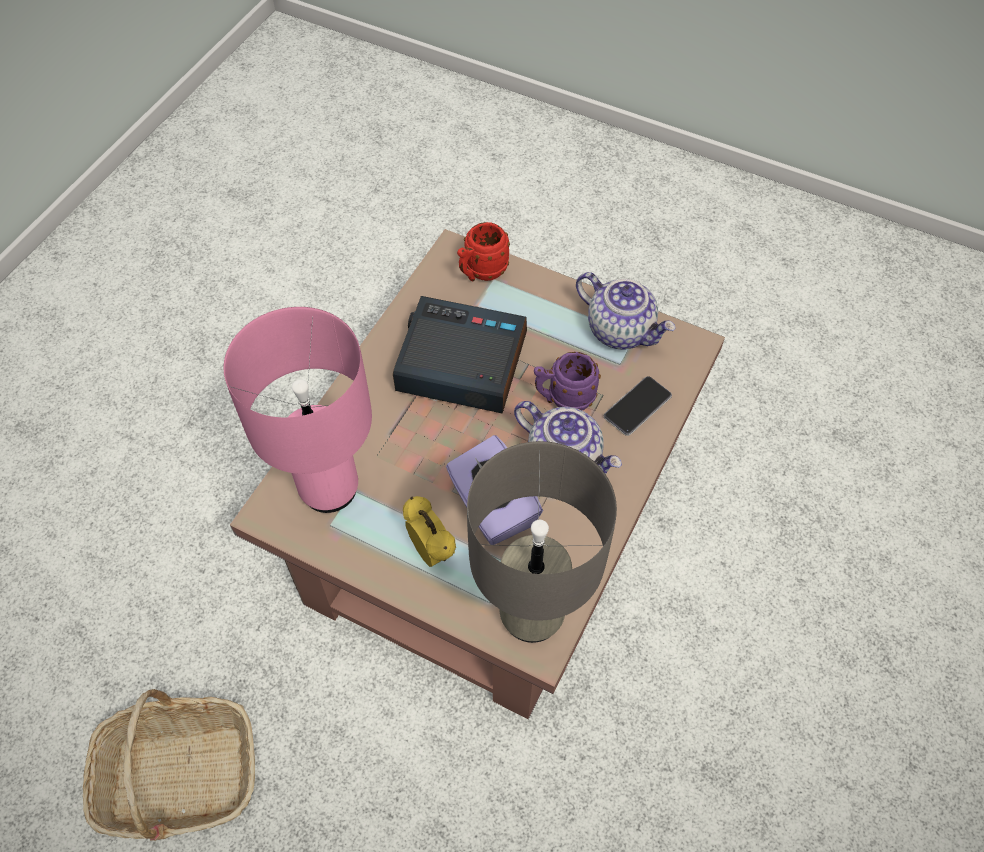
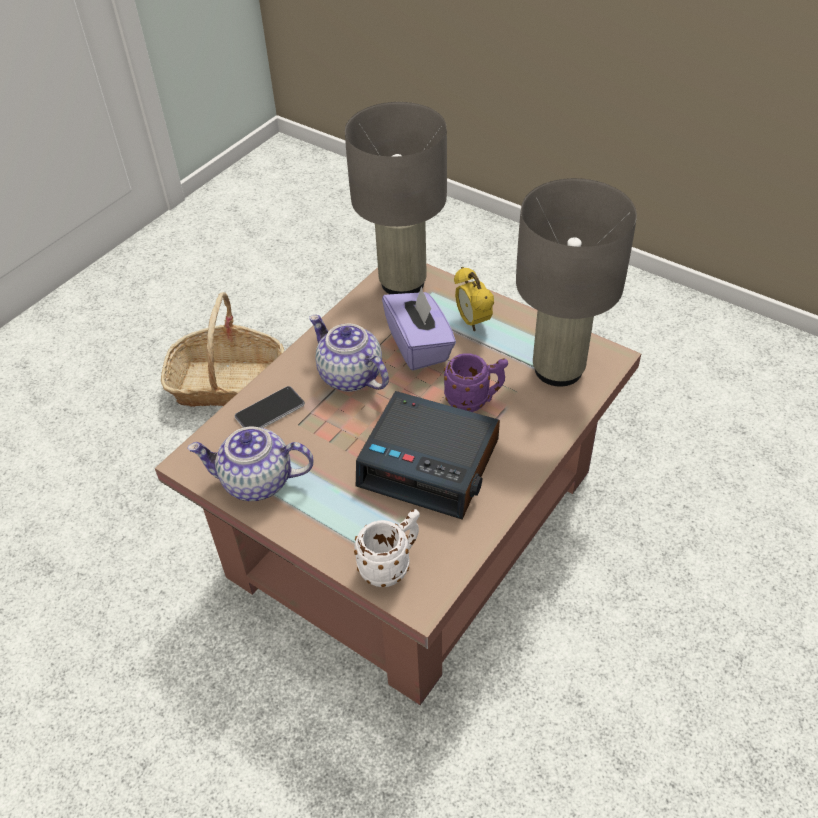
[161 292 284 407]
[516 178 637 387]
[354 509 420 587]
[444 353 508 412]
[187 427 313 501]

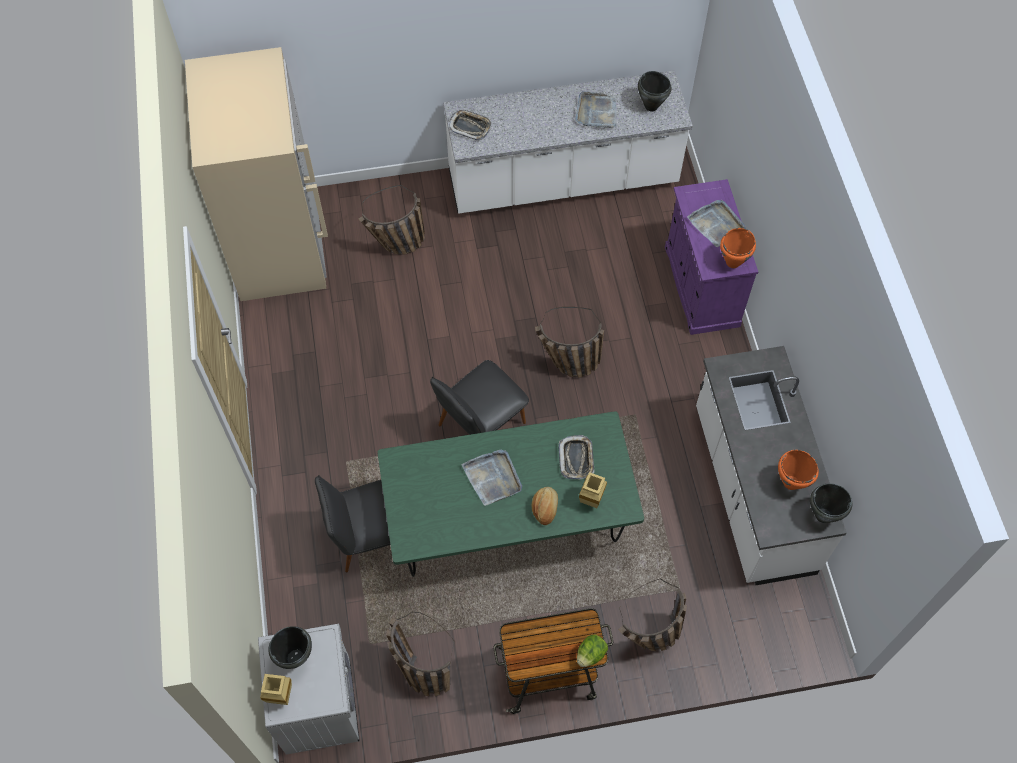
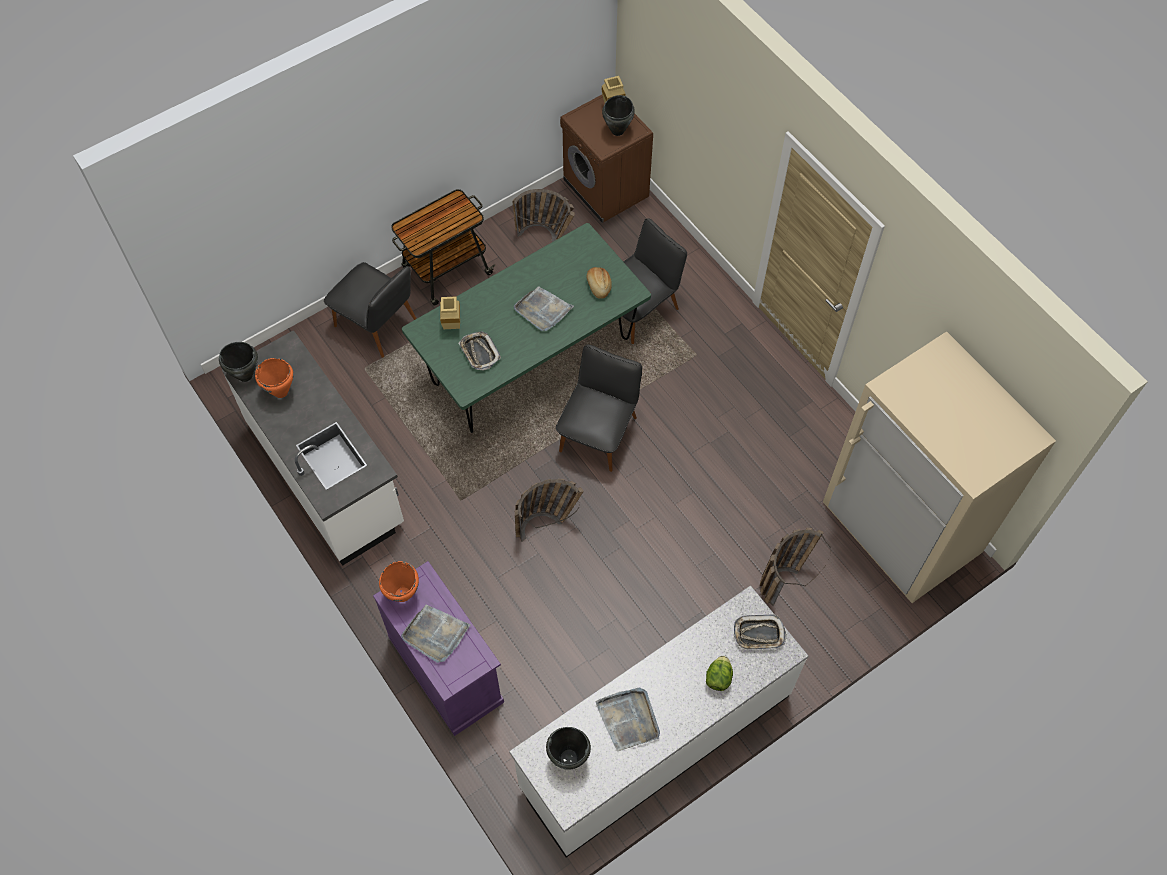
[560 95 653 223]
[586 267 612 299]
[706 656 733 691]
[324 262 417 358]

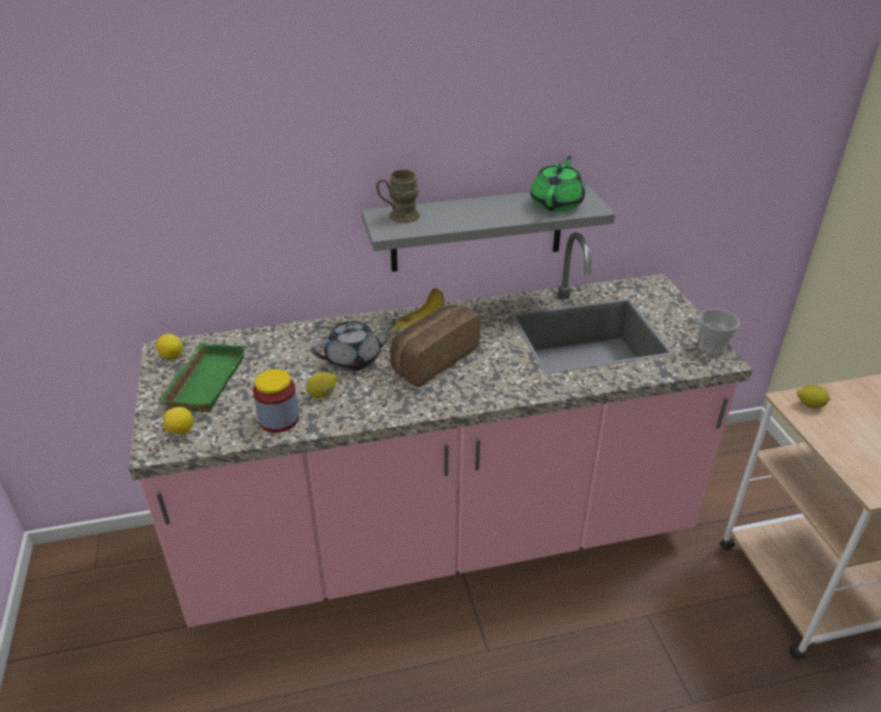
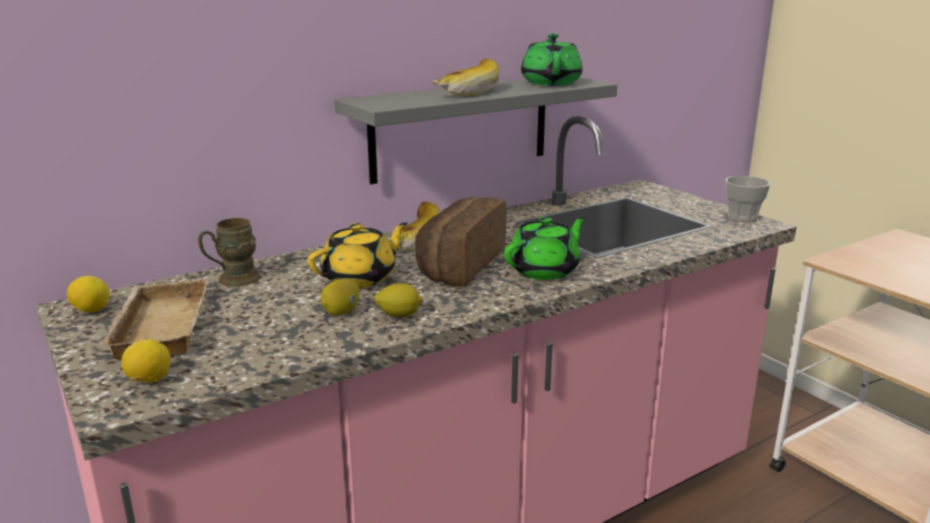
[101 279 208 360]
[253 369 299 433] (first image)
[308 222 408 288]
[198 218 261 287]
[375 283 422 318]
[432 59 499 96]
[504 216 586 280]

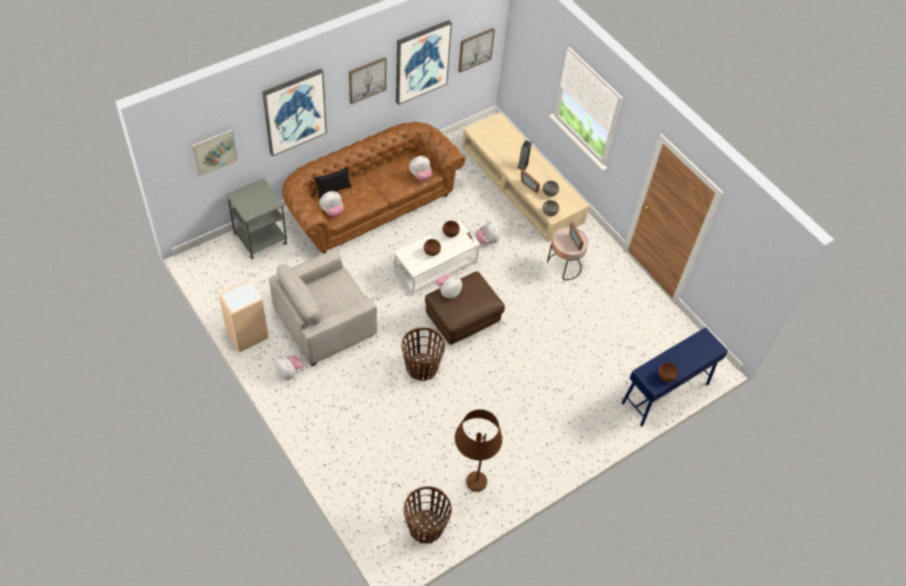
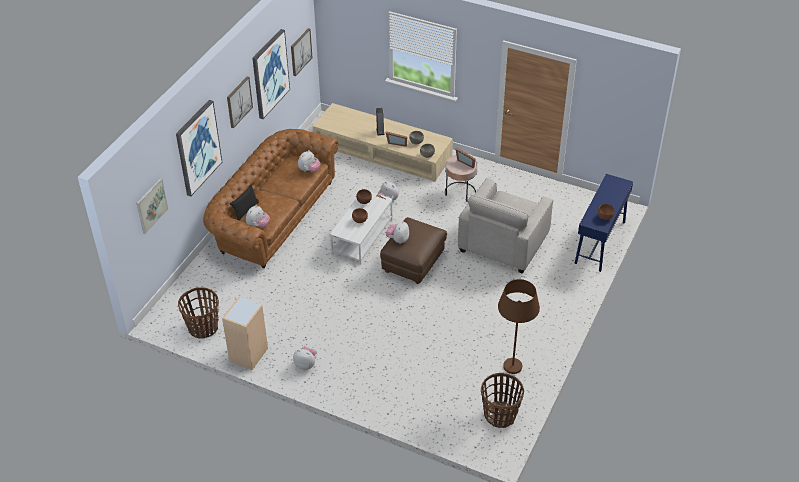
[226 178 287 259] (first image)
[458 178 553 274]
[178 287 219 339]

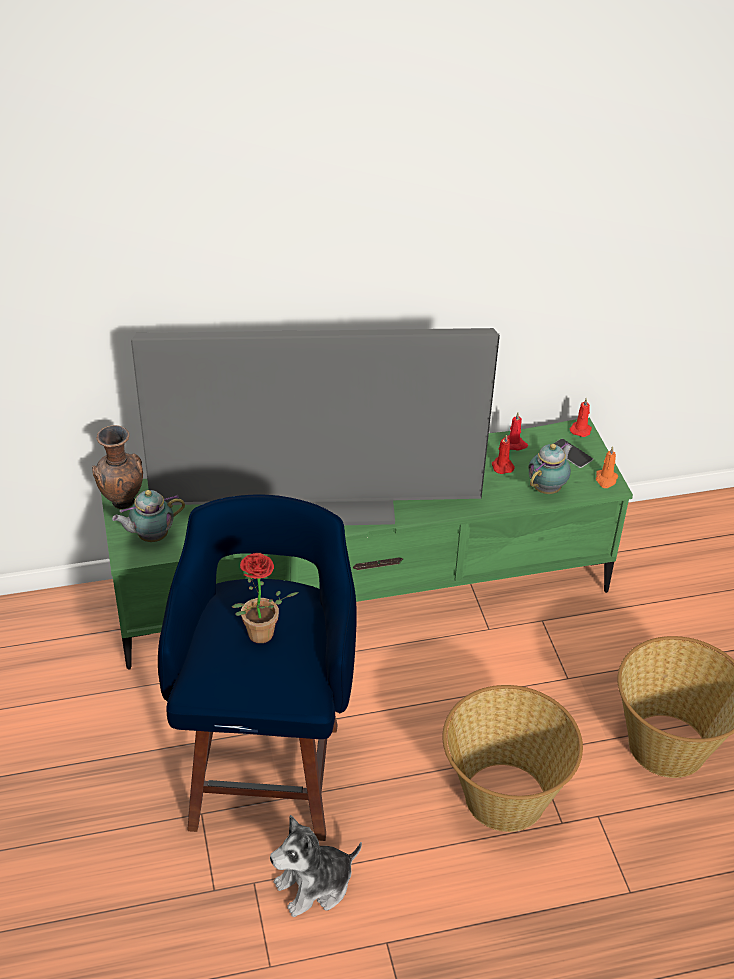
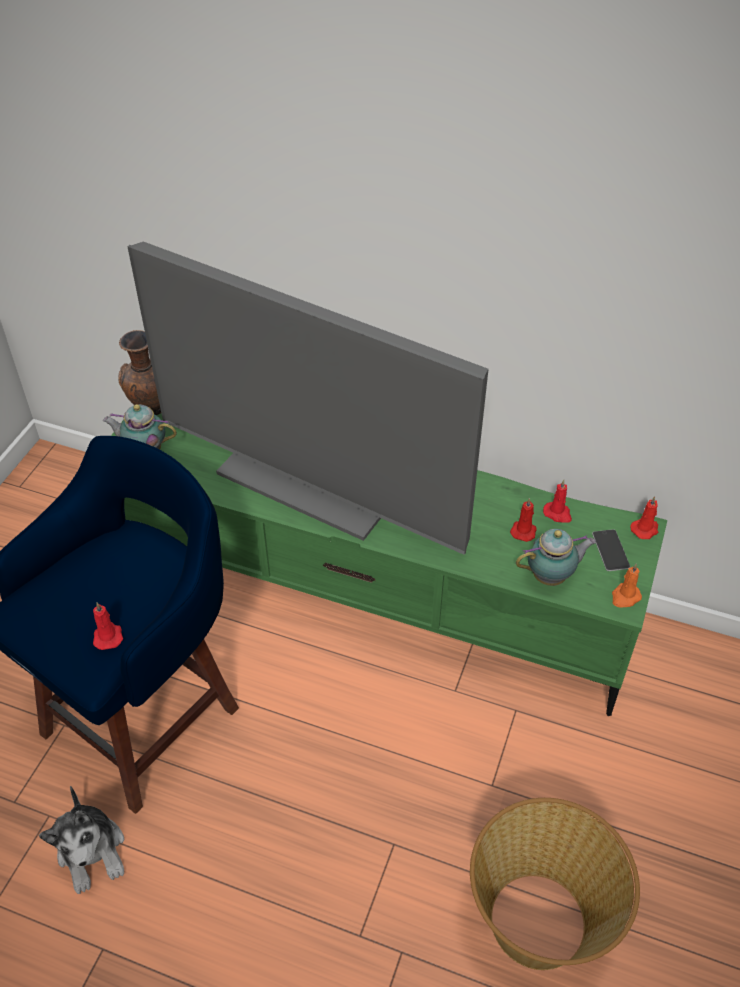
[232 553 299 643] (first image)
[39 786 124 894]
[443 685 583 832] (first image)
[93 603 123 650]

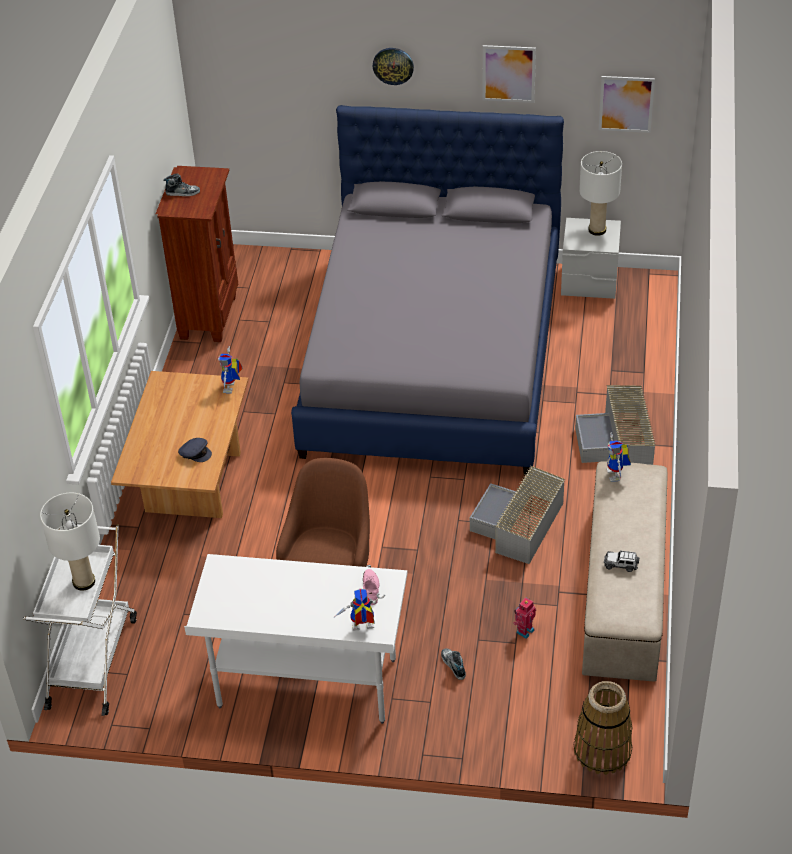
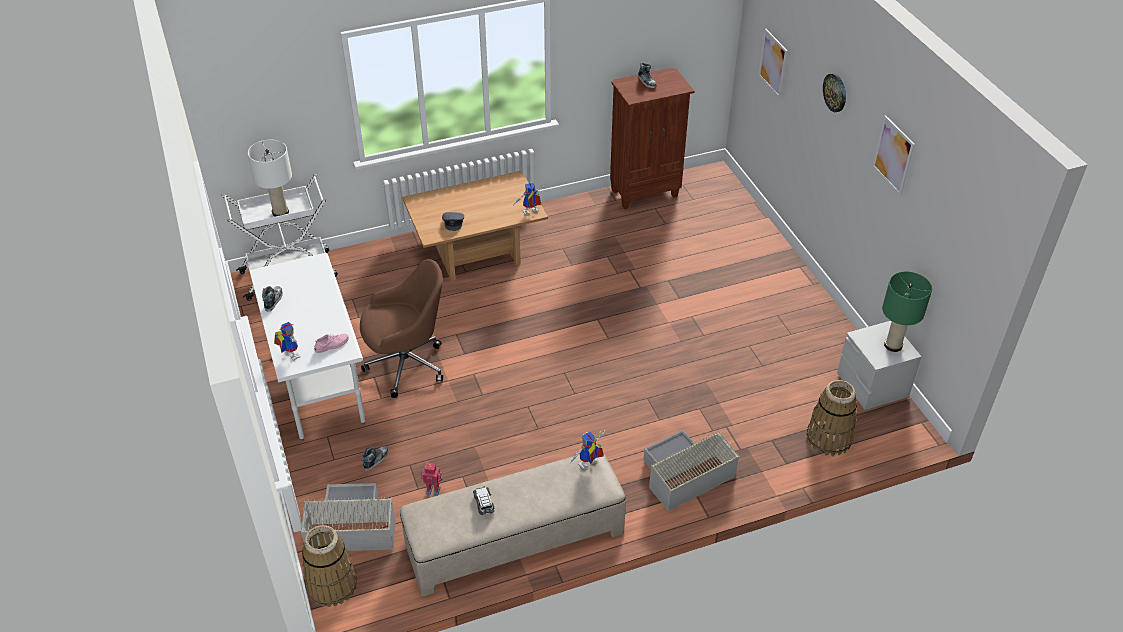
[291 105 564 475] (first image)
[301 483 396 551]
[882 271 932 352]
[759 29 788 98]
[262 286 283 312]
[806 380 857 456]

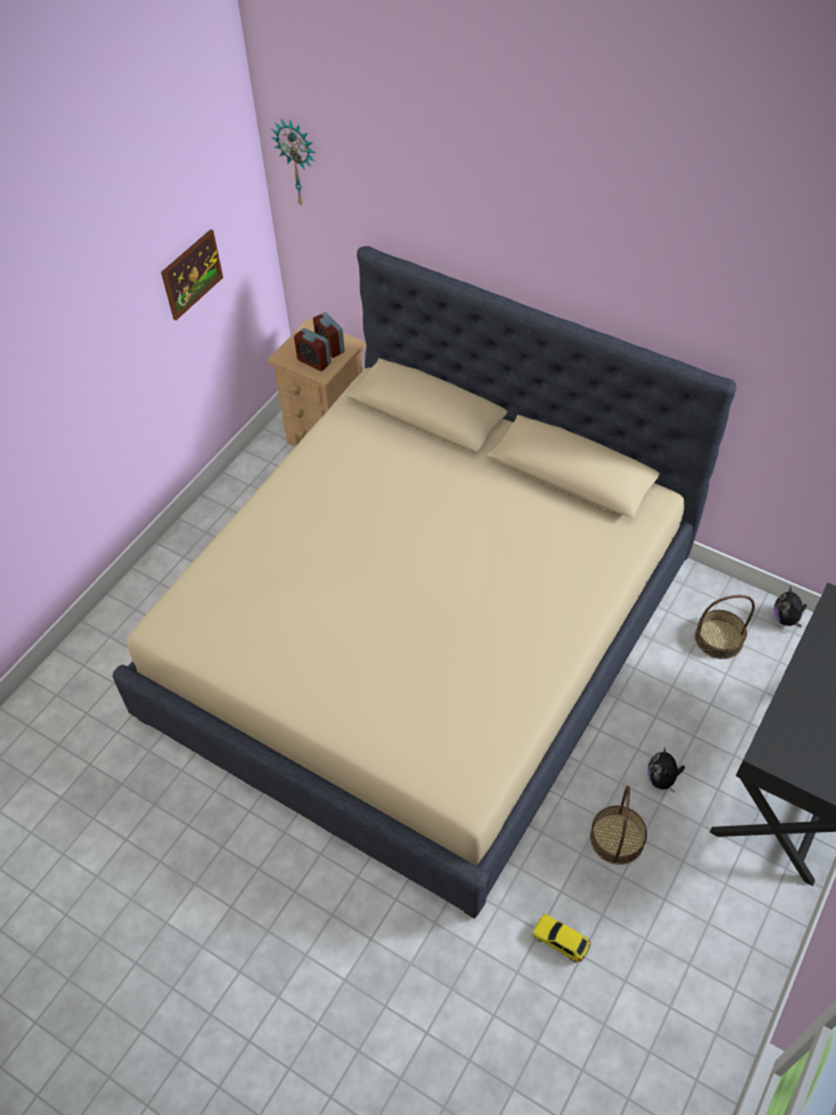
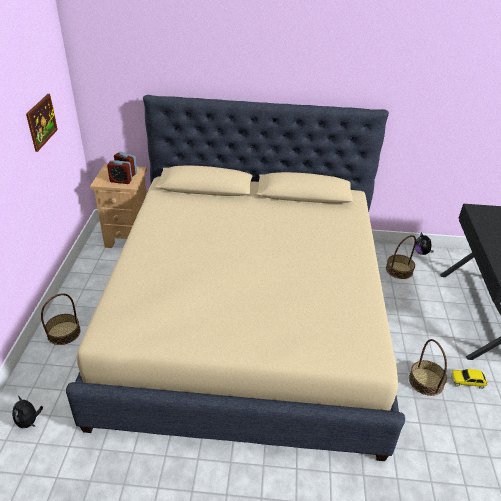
[272 119 315 207] (first image)
[451 369 487 389]
[12 396 43 428]
[41 293 81 345]

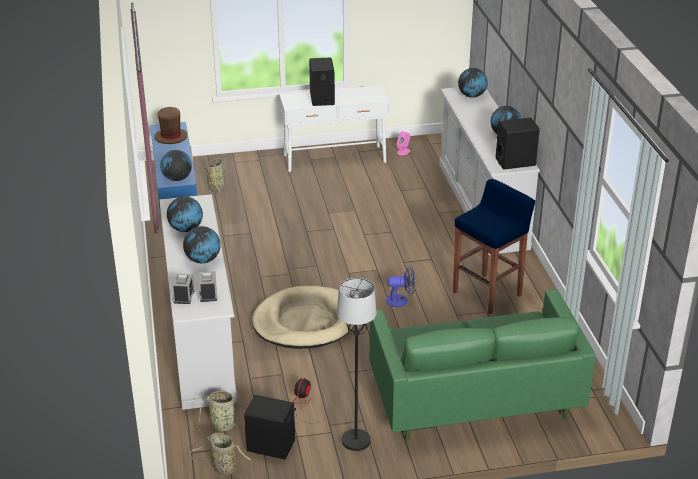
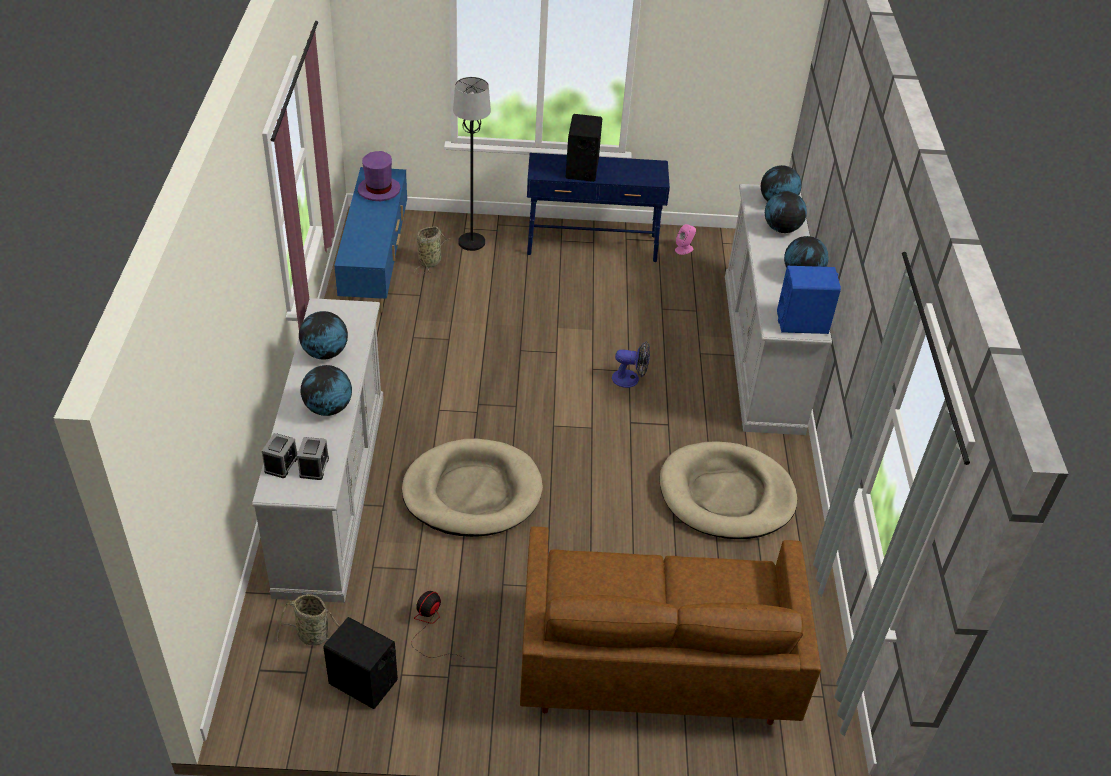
[358 151 401 201]
[765 191 807 233]
[190 432 252 477] (first image)
[527 153 670 262]
[453 77 491 251]
[520 527 821 725]
[612 341 650 388]
[660 441 797 539]
[777 266 841 334]

